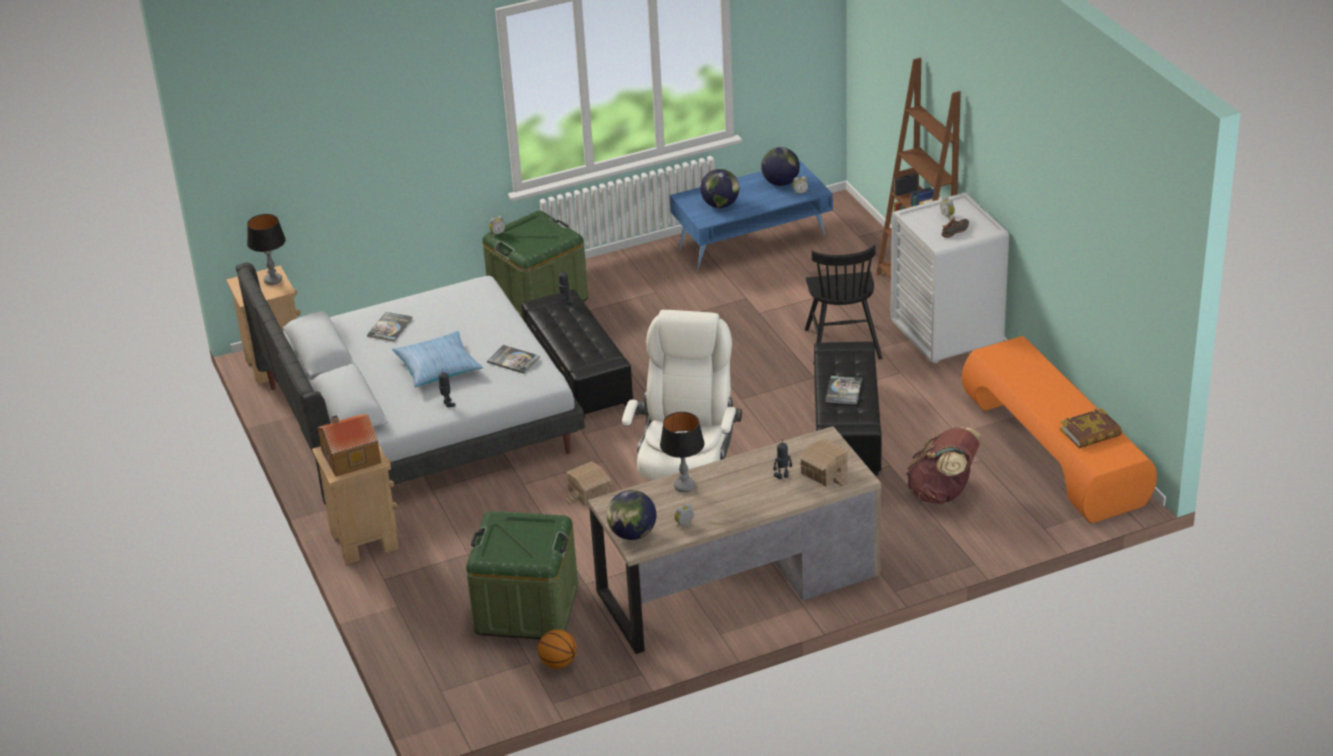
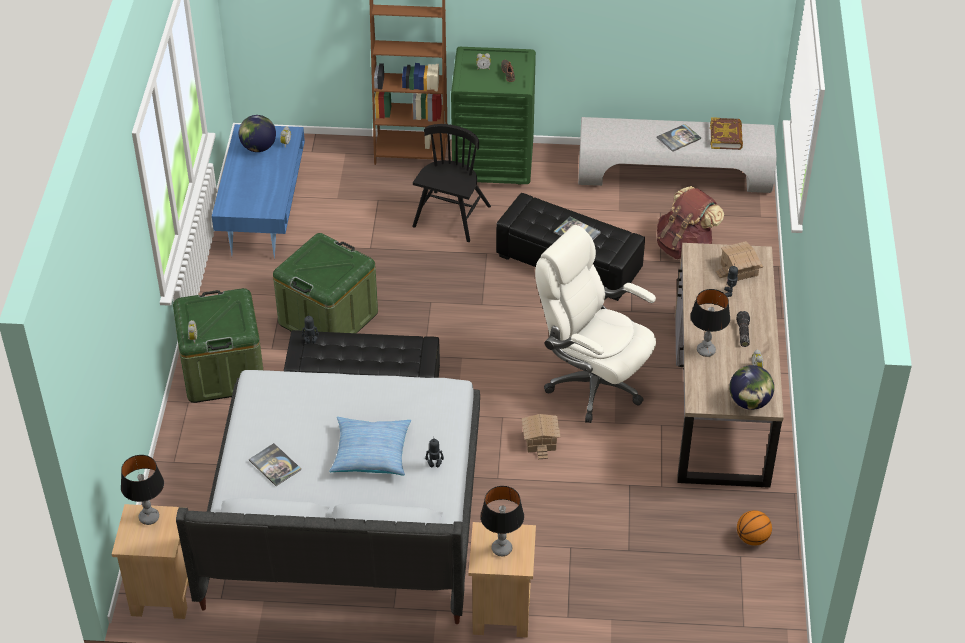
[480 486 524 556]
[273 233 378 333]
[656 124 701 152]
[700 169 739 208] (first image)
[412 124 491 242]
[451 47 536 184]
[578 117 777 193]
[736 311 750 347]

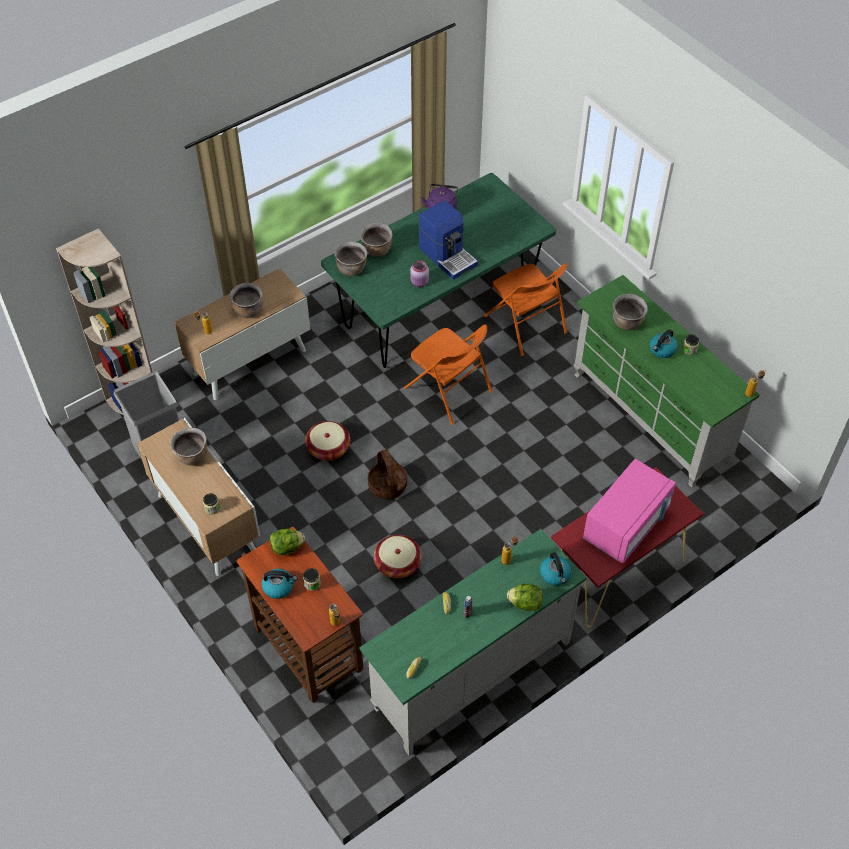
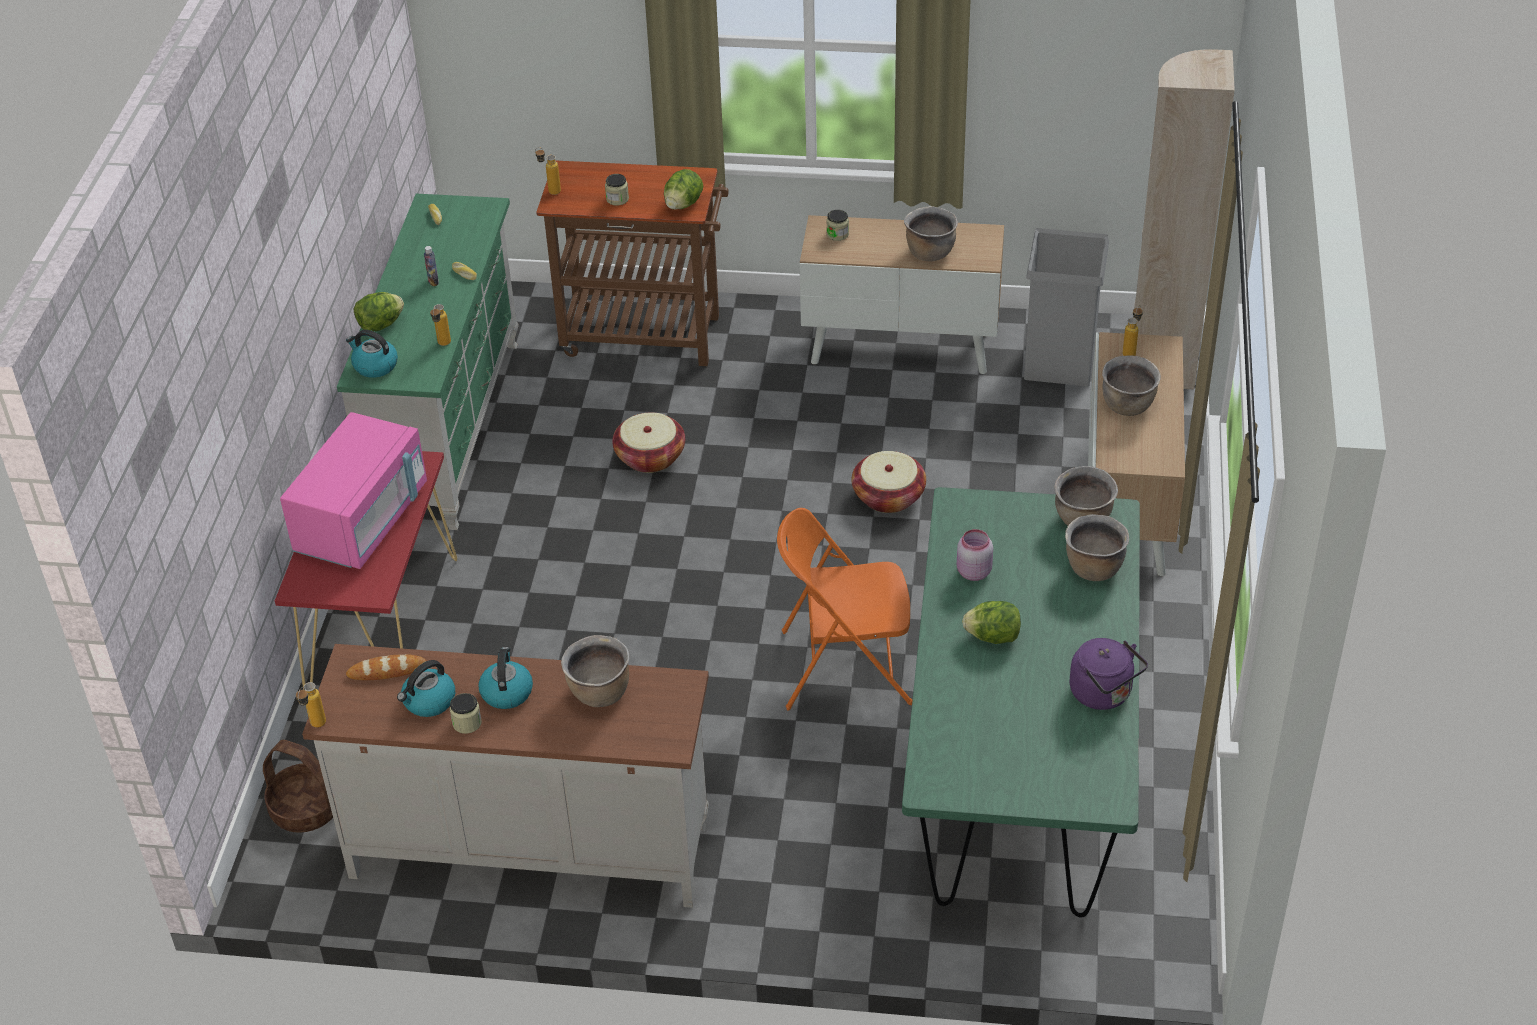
[397 660 455 717]
[263 740 333 833]
[962 601 1021 644]
[484 263 567 356] (first image)
[302 644 709 908]
[280 412 427 569]
[346 654 427 680]

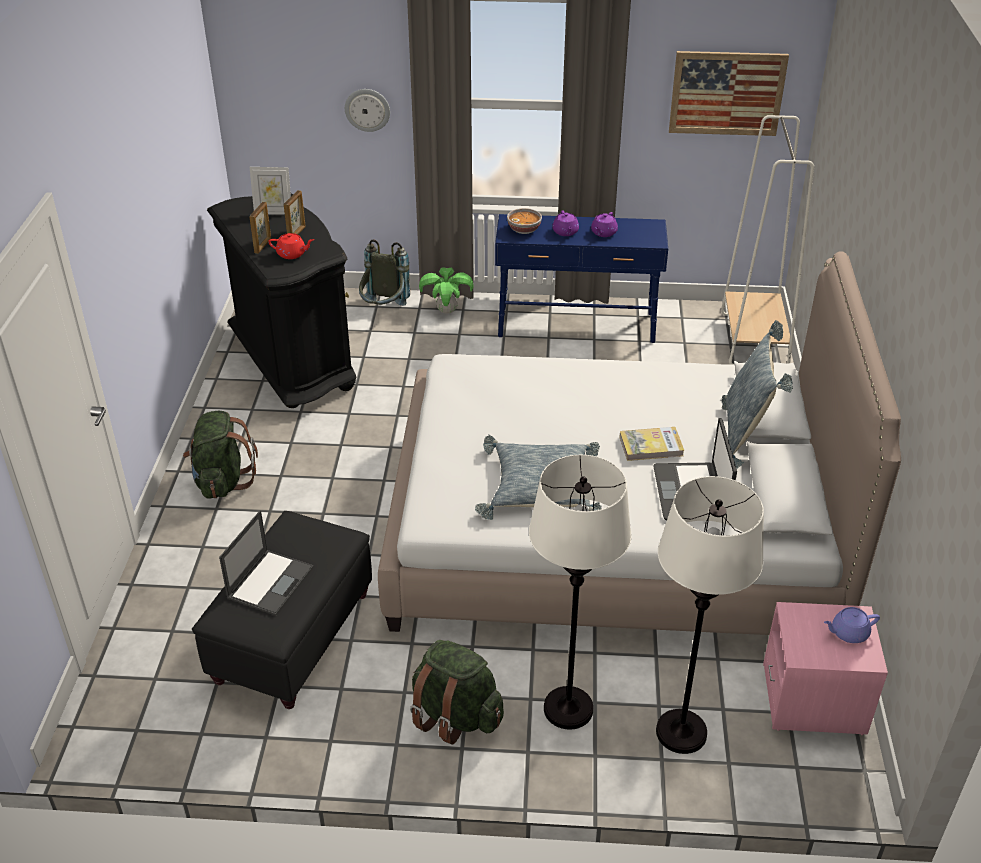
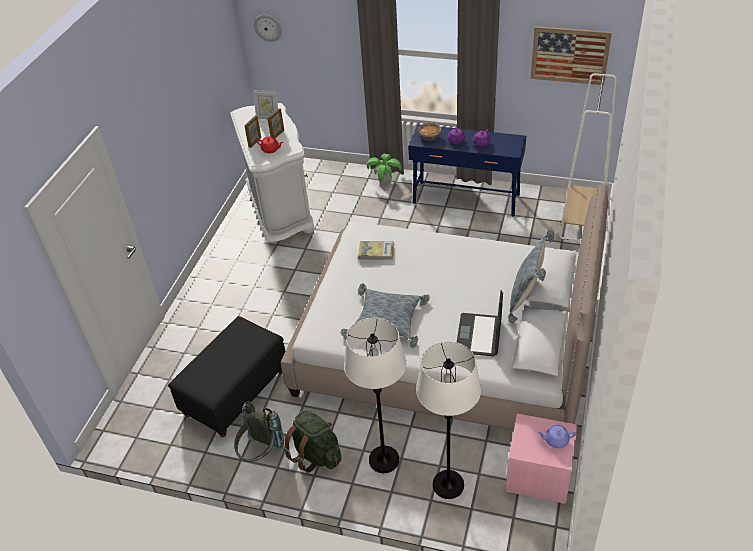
[183 411 258 499] (first image)
[230 103 314 242]
[219 510 314 616] (first image)
[254 15 282 42]
[234 401 284 462]
[358 241 394 260]

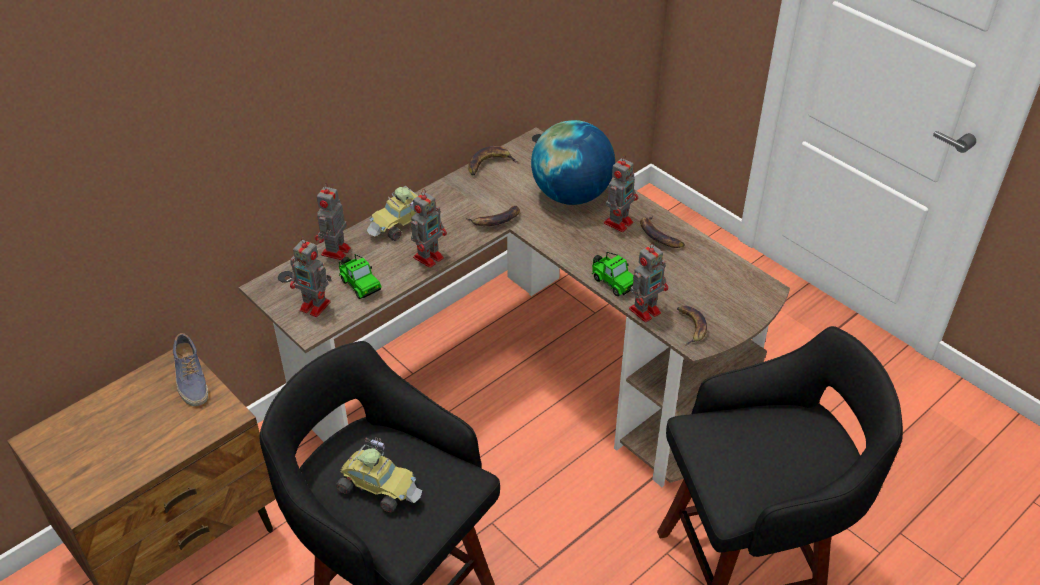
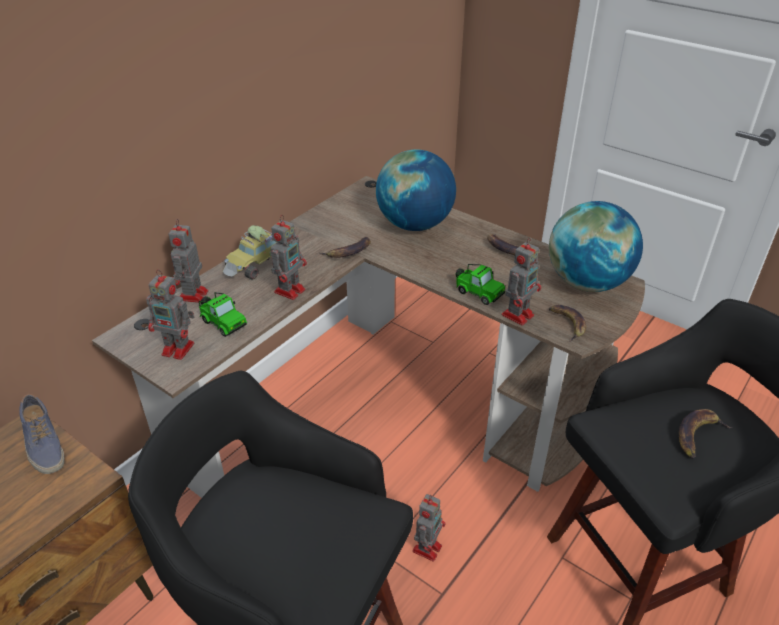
[336 437 422 512] (first image)
[679 409 732 458]
[413 494 446 562]
[549 201 643 292]

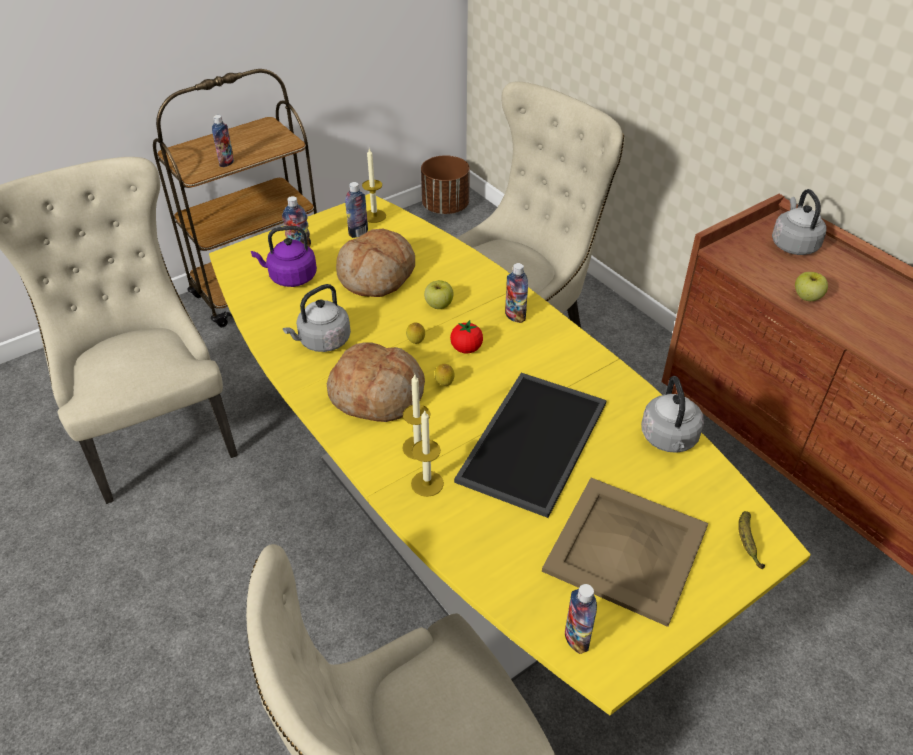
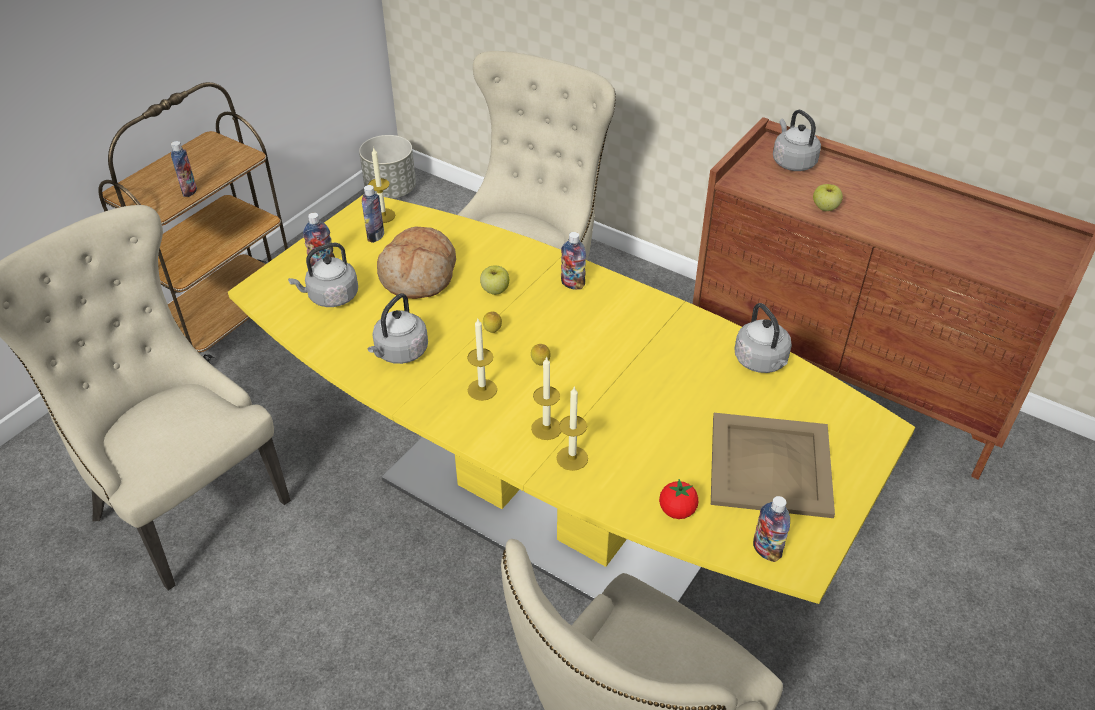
[288 243 358 307]
[467 319 497 401]
[359 135 416 199]
[659 479 699 519]
[454 373 607 518] (first image)
[738 511 765 569] (first image)

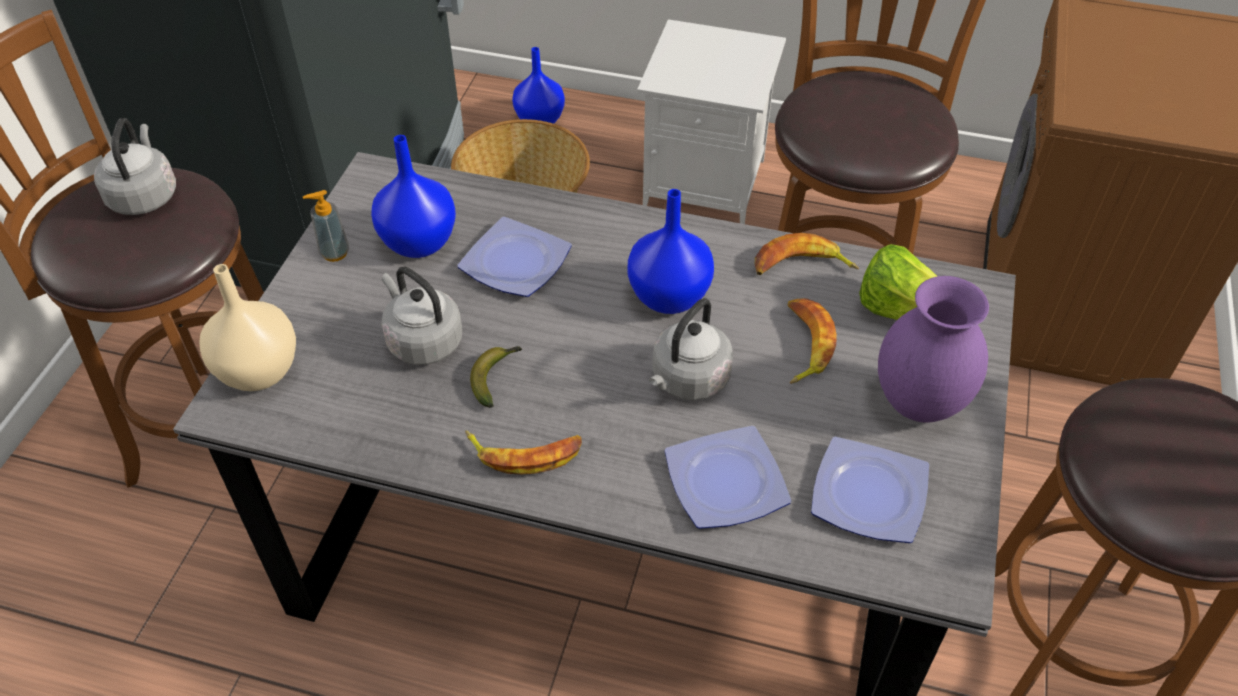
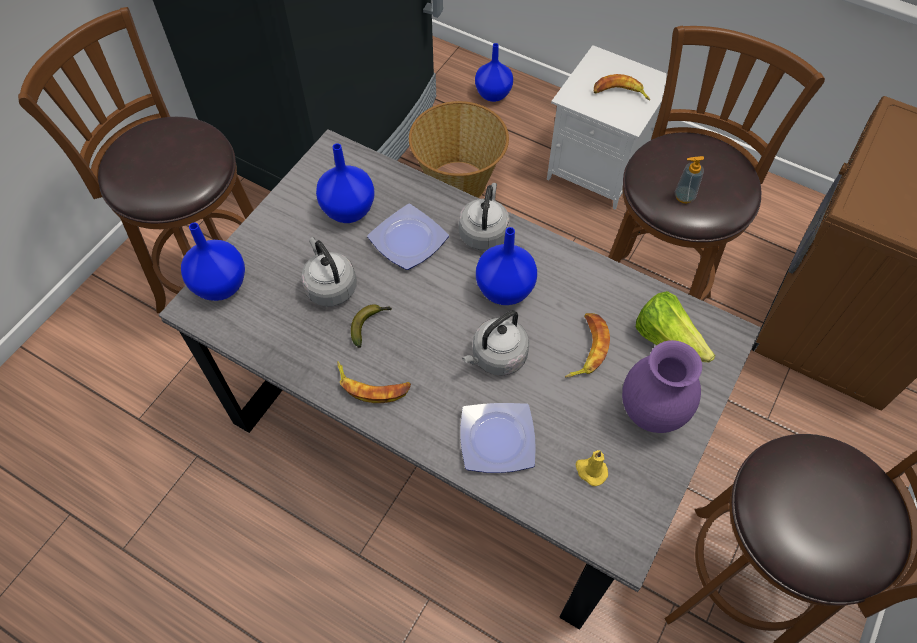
[459 183 510 250]
[181 223 245 301]
[675 156 704 203]
[594 74 650 101]
[576 450 608 486]

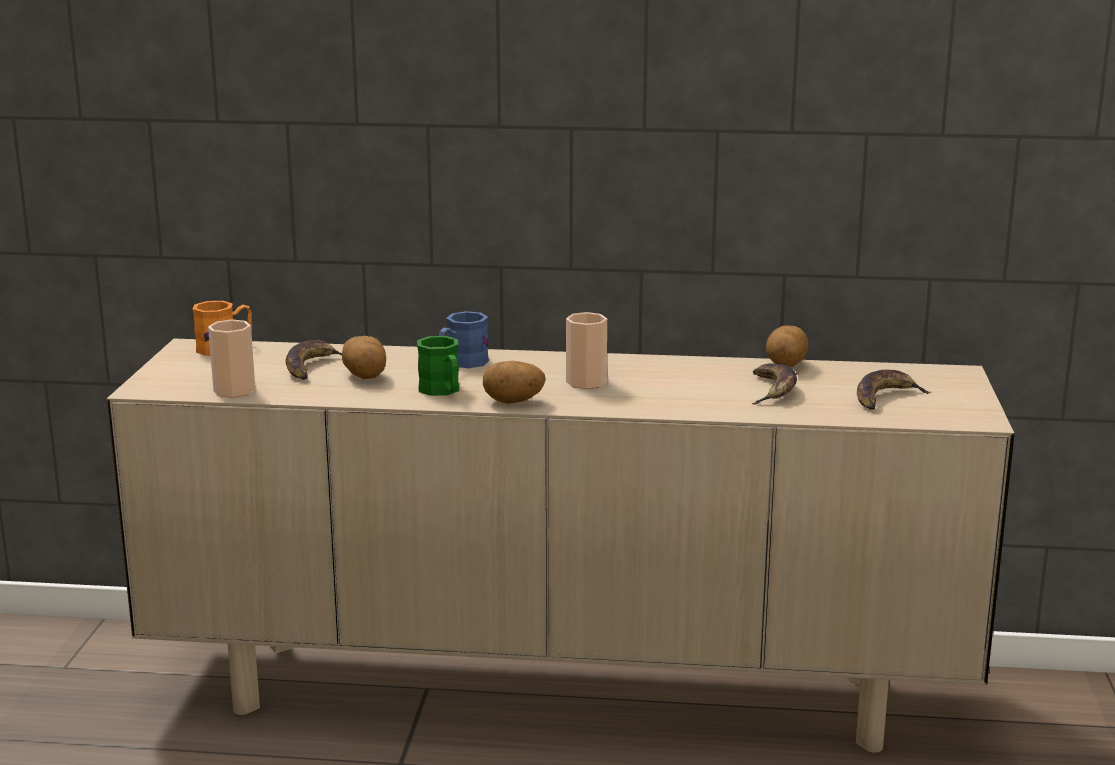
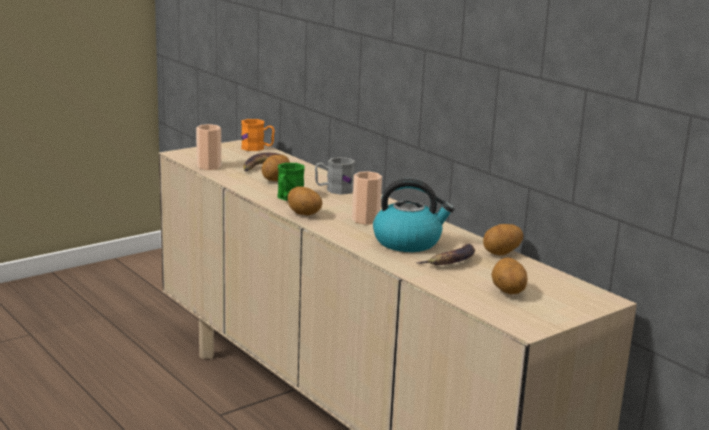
[315 157 355 195]
[491 258 527 294]
[373 179 454 252]

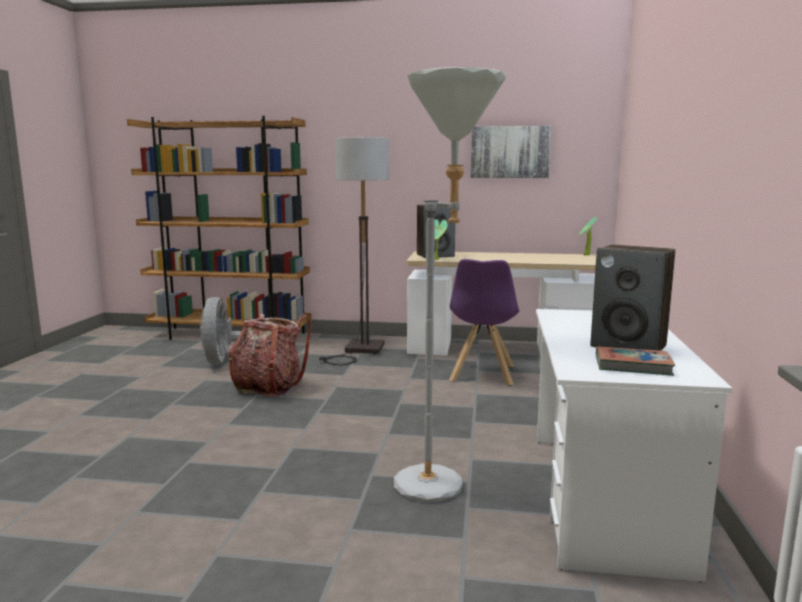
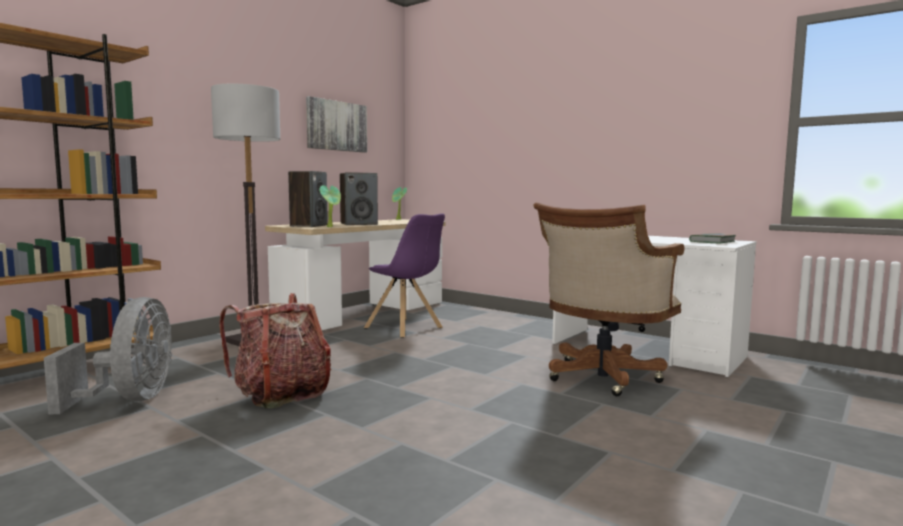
[44 297 172 415]
[534 202 684 396]
[340 172 378 225]

